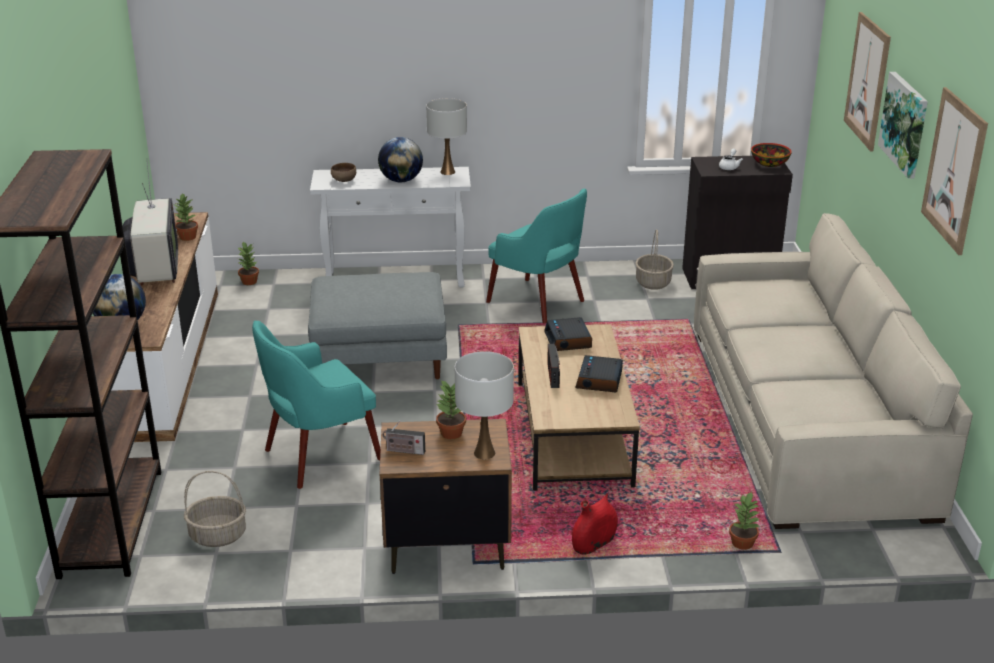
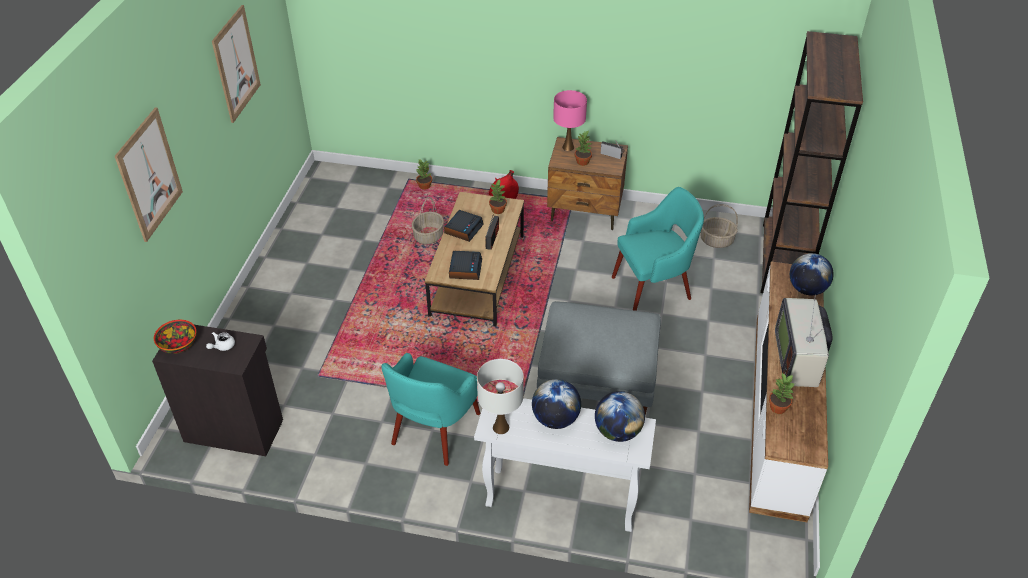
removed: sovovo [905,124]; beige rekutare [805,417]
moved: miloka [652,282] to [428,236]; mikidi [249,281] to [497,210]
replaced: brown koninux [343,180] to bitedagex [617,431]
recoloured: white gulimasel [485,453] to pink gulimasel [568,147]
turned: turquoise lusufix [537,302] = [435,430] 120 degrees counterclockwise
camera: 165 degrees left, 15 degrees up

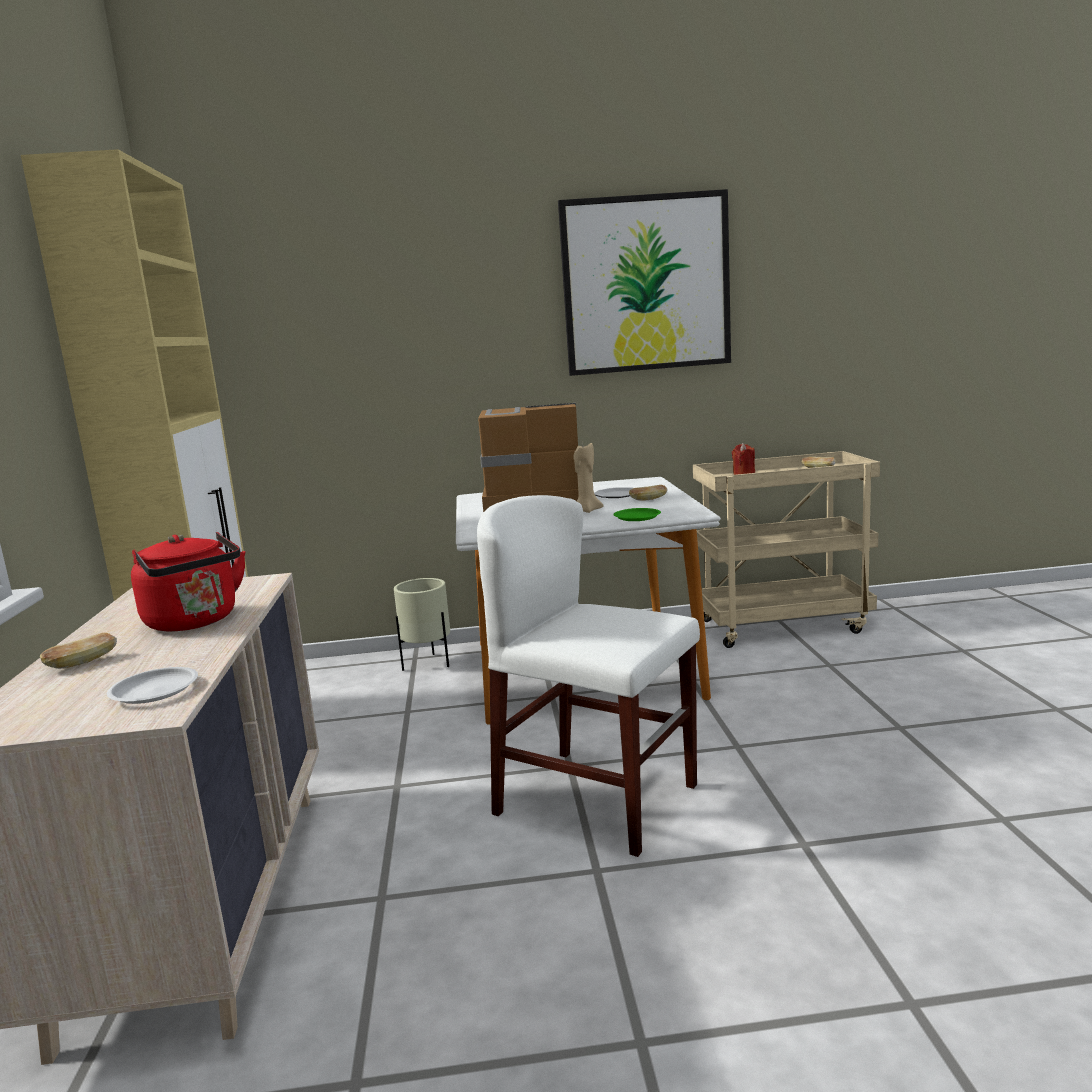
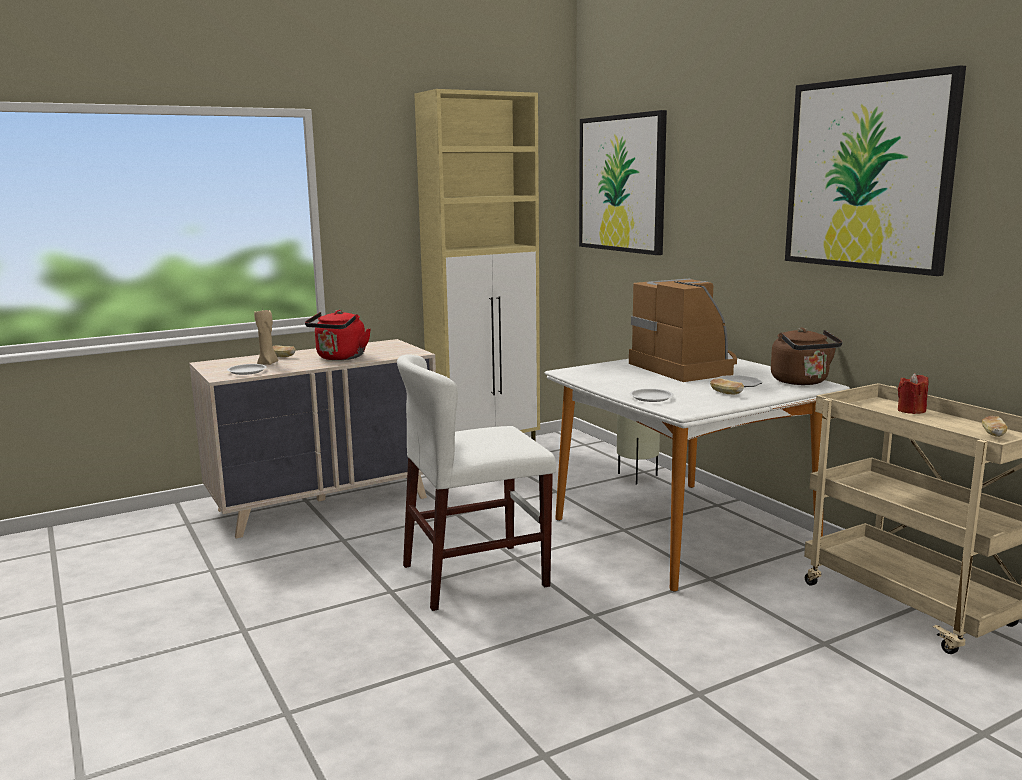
added: sovovo [621,183]; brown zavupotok [802,382]
moved: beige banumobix [586,510] to [268,364]
recoloured: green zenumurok [637,517] to white zenumurok [651,398]
turned: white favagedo [596,799] = [475,575] 120 degrees counterclockwise
camera: 65 degrees right, 0 degrees up

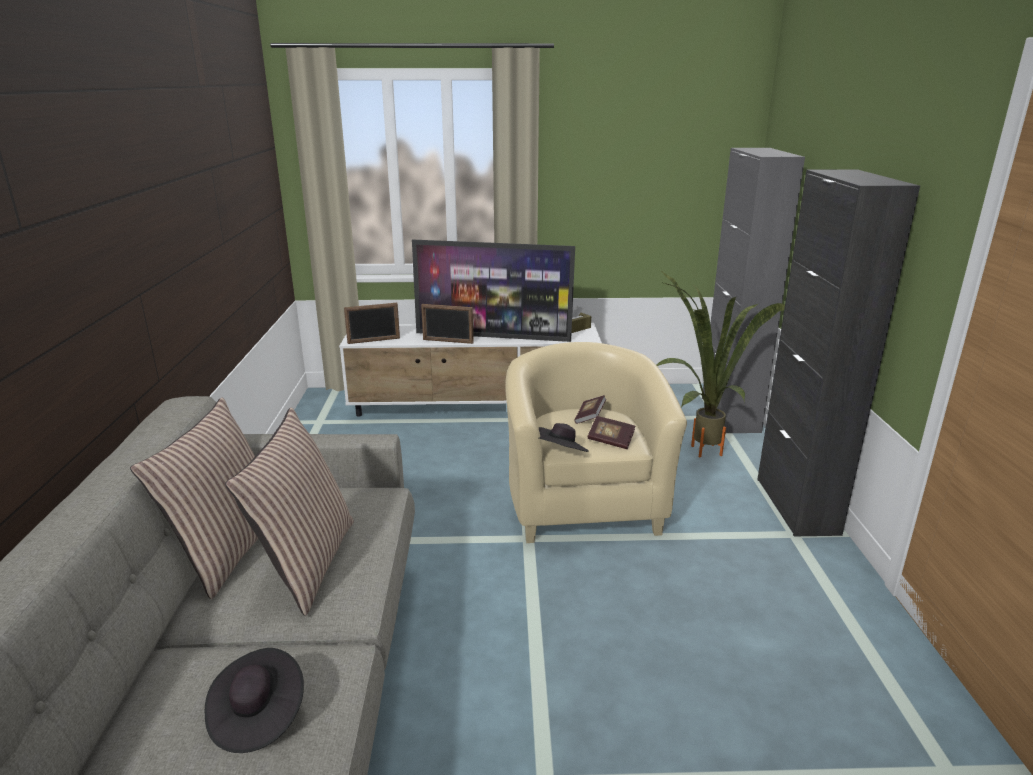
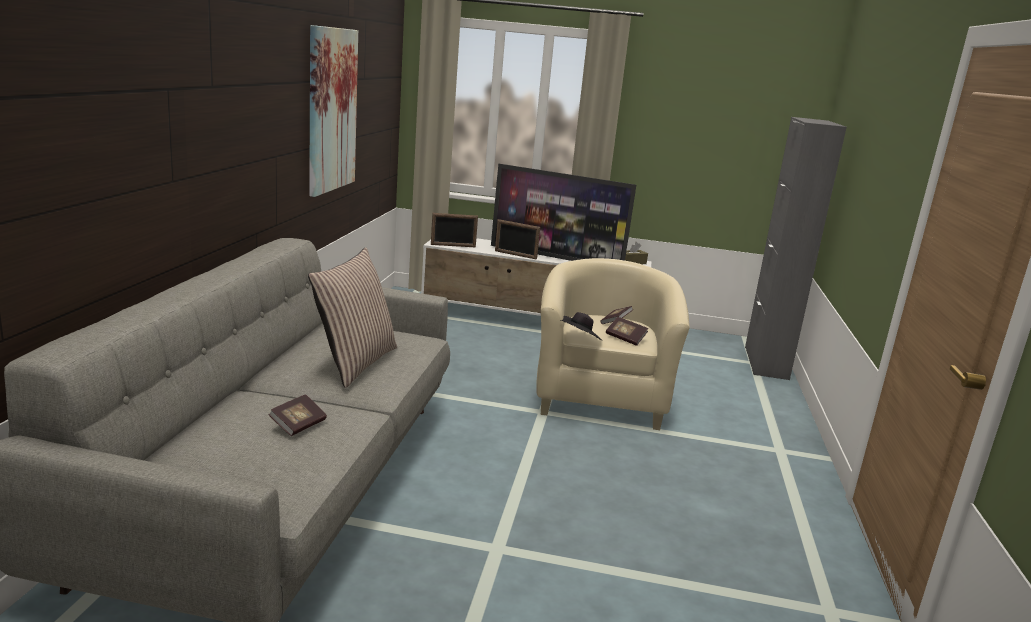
removed: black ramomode [797,506]; mikidi [696,450]; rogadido [228,548]
added: sovovo [331,110]
replaced: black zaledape [257,716] to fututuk [298,425]
camera: 10 degrees right, 5 degrees down

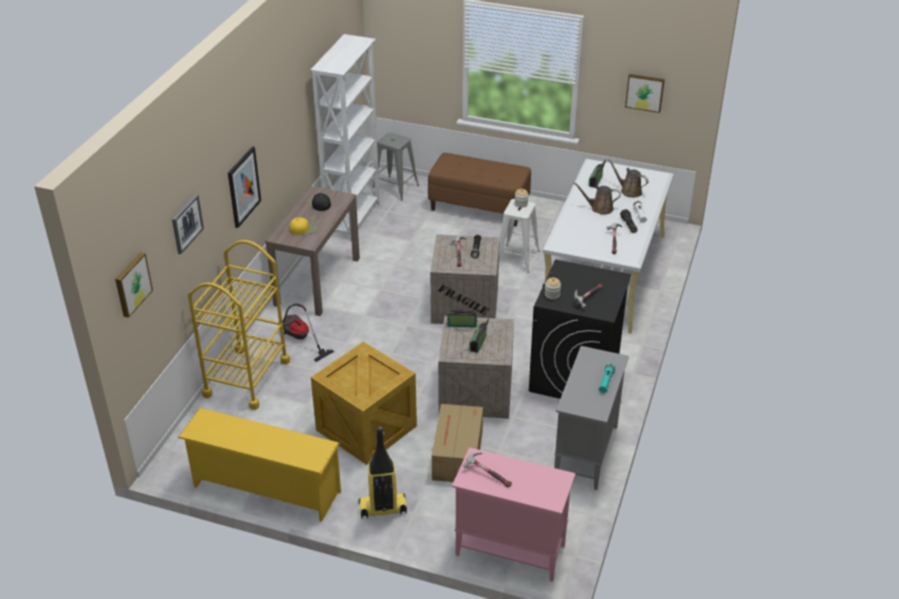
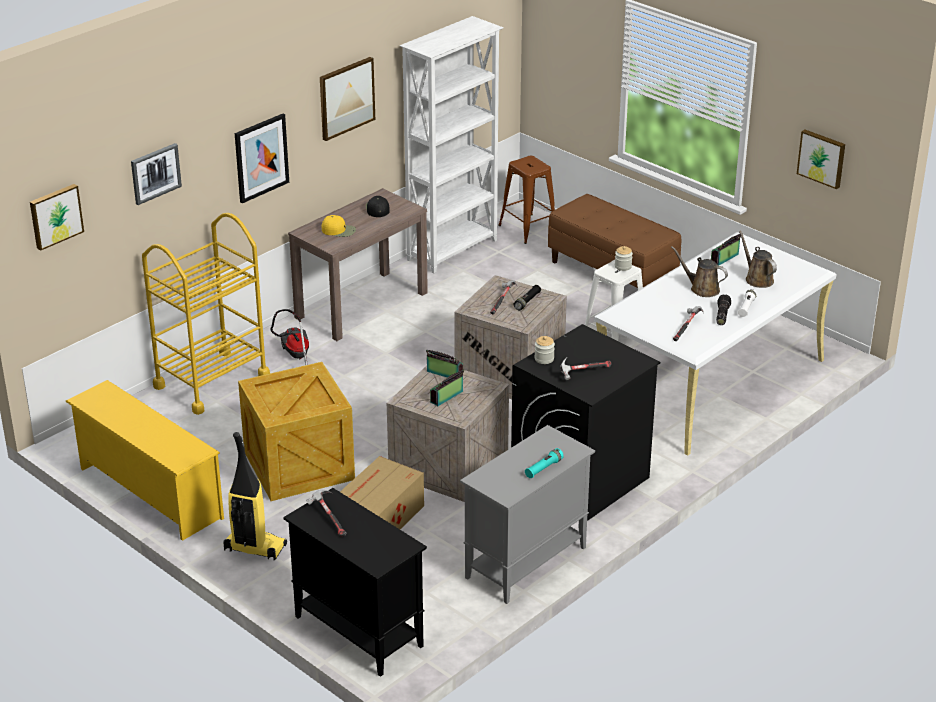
added: sovovo [346,98]
recoloured: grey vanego [395,188] to brown vanego [528,228]; pink ramomode [509,550] to black ramomode [357,631]
camera: 25 degrees right, 5 degrees down

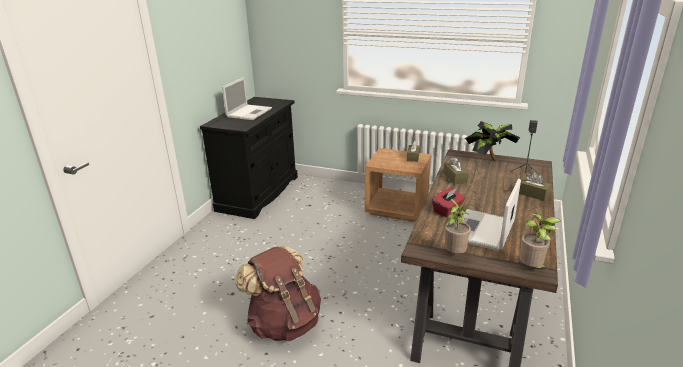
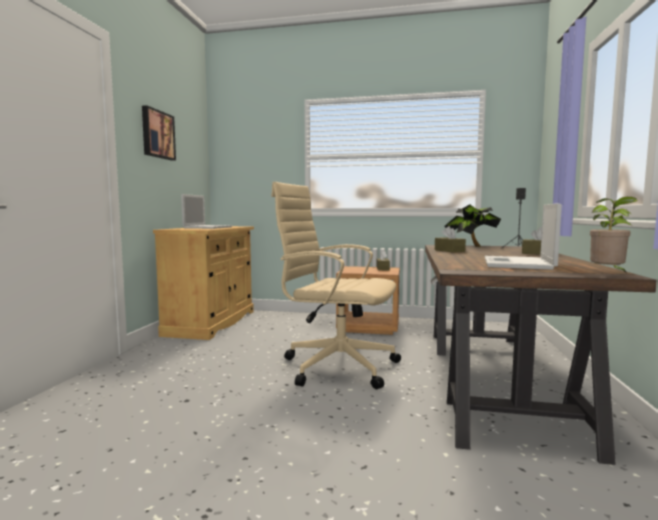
removed: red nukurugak [447,210]; mikidi [454,254]; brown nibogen [284,323]
added: sovovo [157,134]; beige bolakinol [336,366]
recoloured: black ramomode [258,193] to beige ramomode [211,323]
camera: 10 degrees left, 20 degrees down

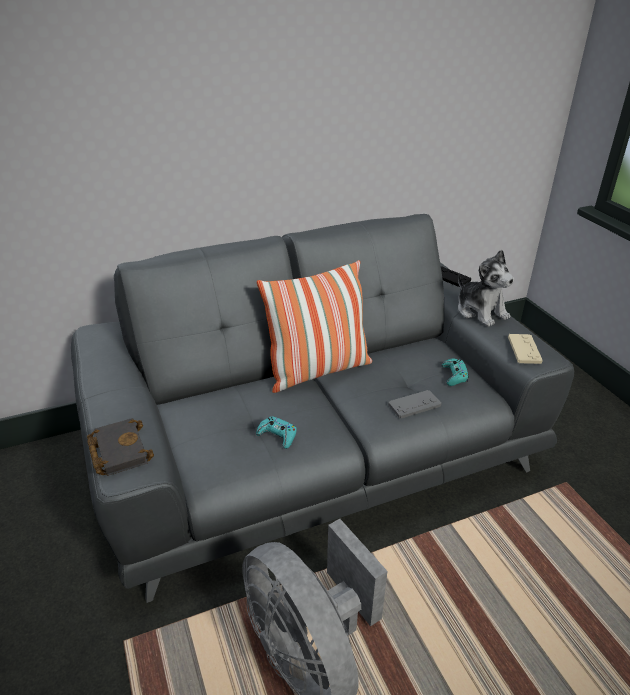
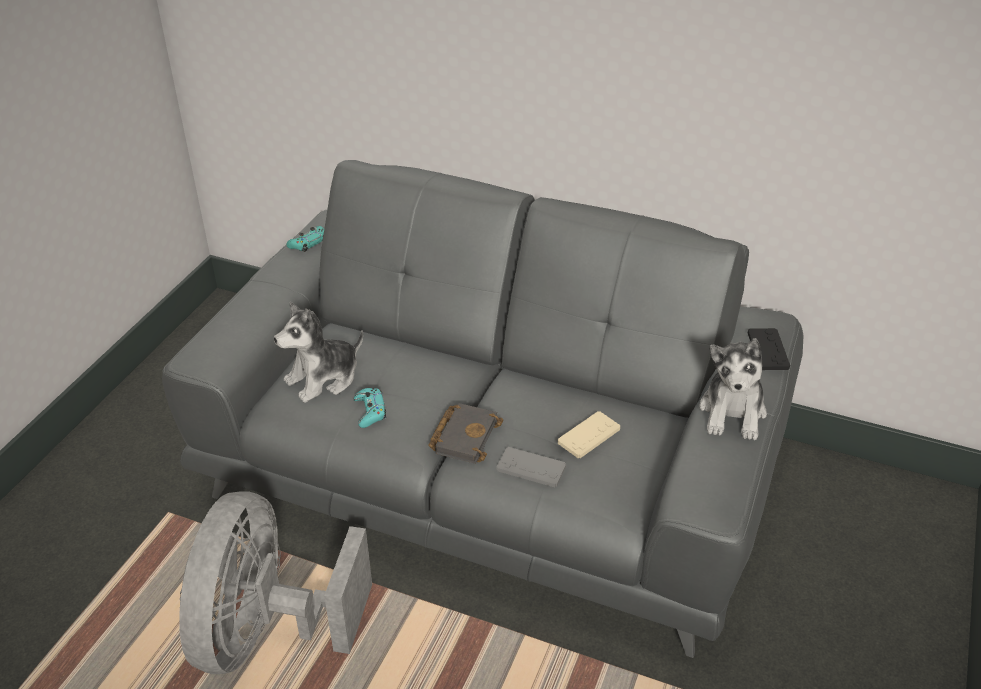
removed: rogadido [317,371]
added: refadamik [323,378]
moved: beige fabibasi [524,349] to [589,436]; turquoise fabibasi [454,375] to [308,243]; black fututuk [118,450] to [464,435]
camera: 45 degrees right, 5 degrees up

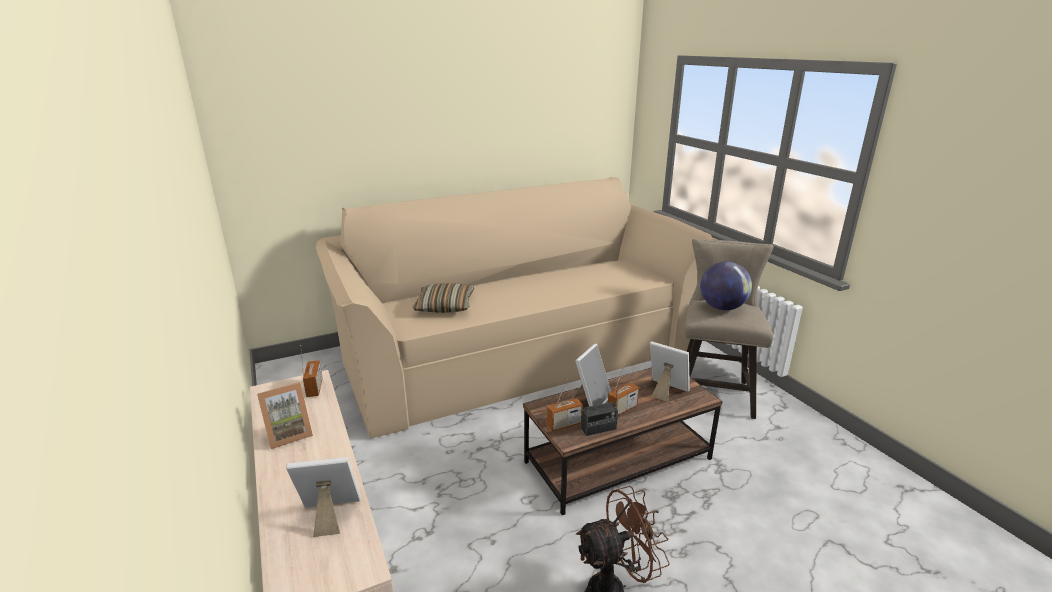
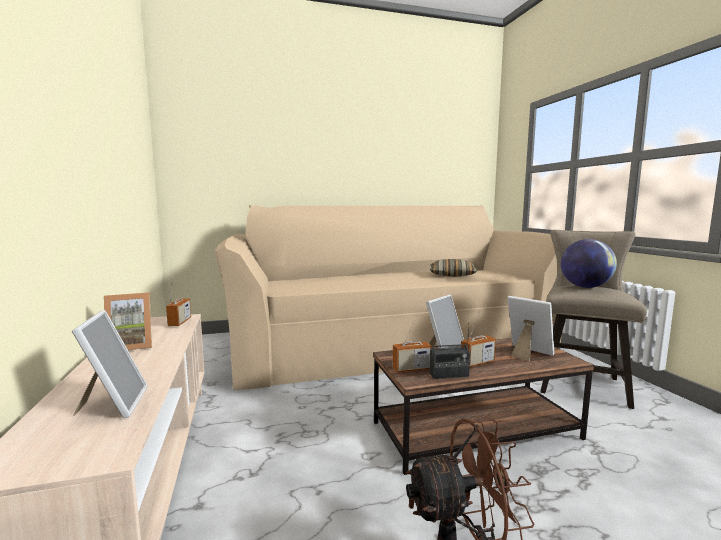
moved: rogadido [445,306] to [452,275]
turned: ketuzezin [329,516] = [113,404] 75 degrees clockwise
camera: 10 degrees right, 15 degrees down

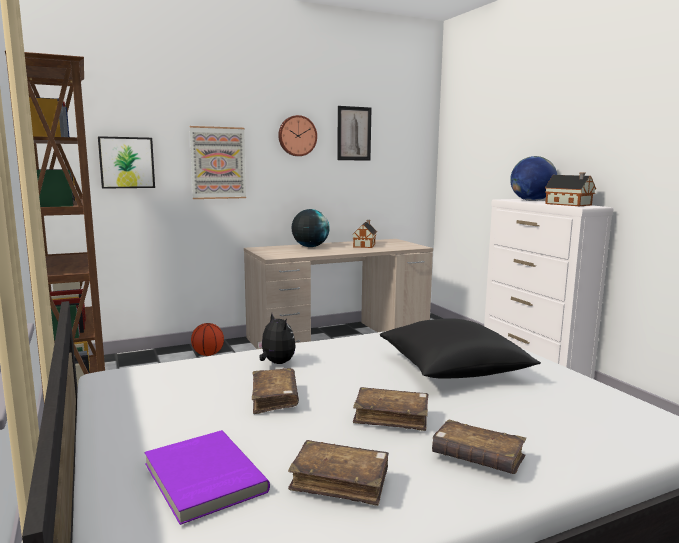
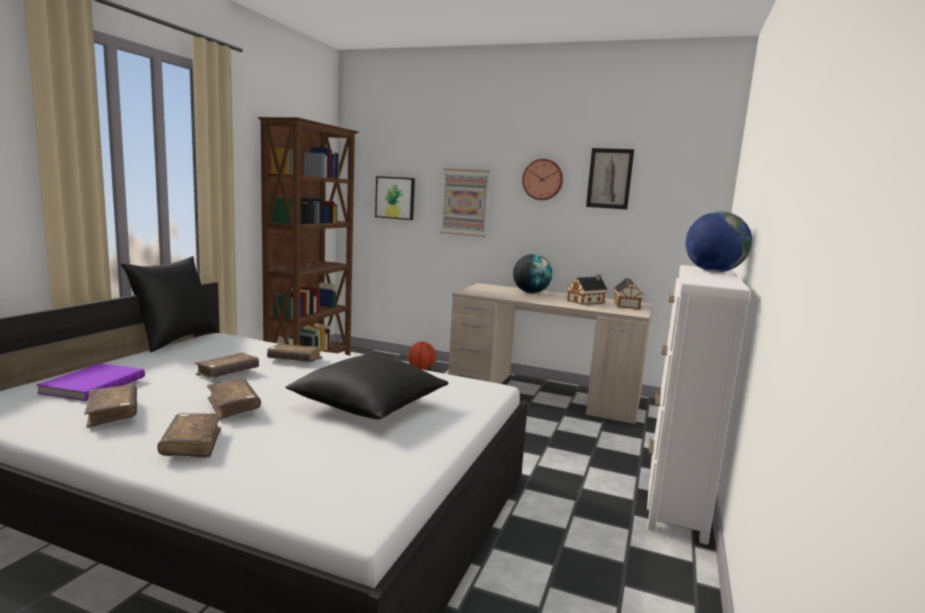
added: black rogadido [175,340]
moved: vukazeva [569,204] to [626,305]
replaced: refadamik [276,363] to brown fututuk [295,360]
camera: 45 degrees right, 0 degrees up

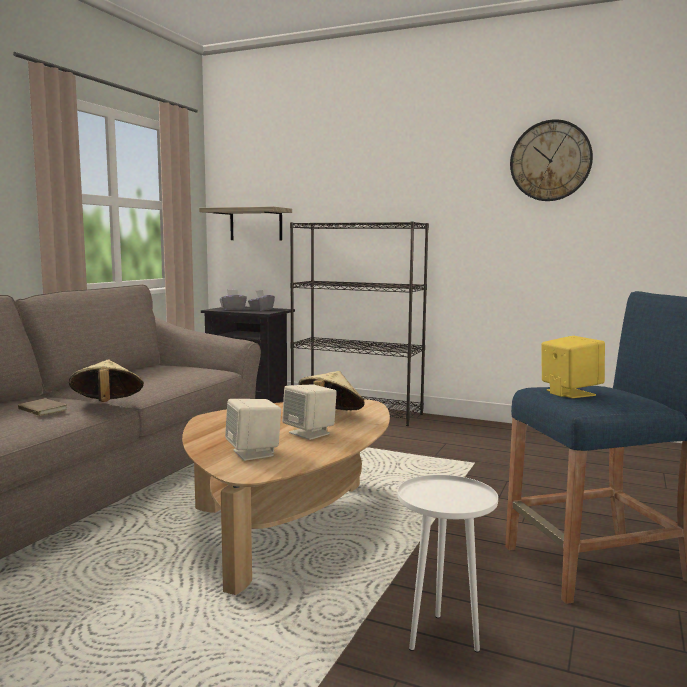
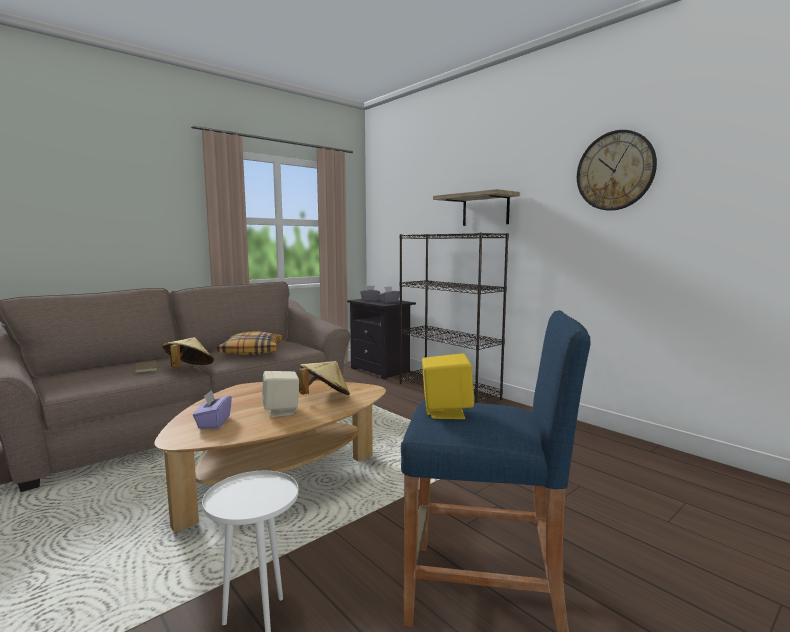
added: rogadido [252,351]
moved: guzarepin [256,224] to [485,210]
replaced: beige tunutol [253,453] to purple nukurugak [213,422]
camera: 25 degrees right, 0 degrees up

